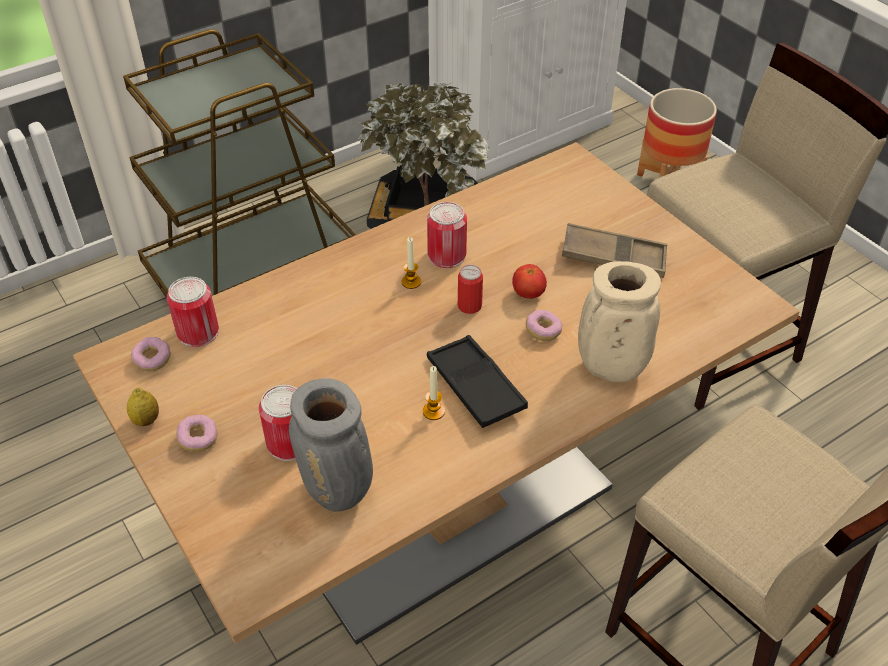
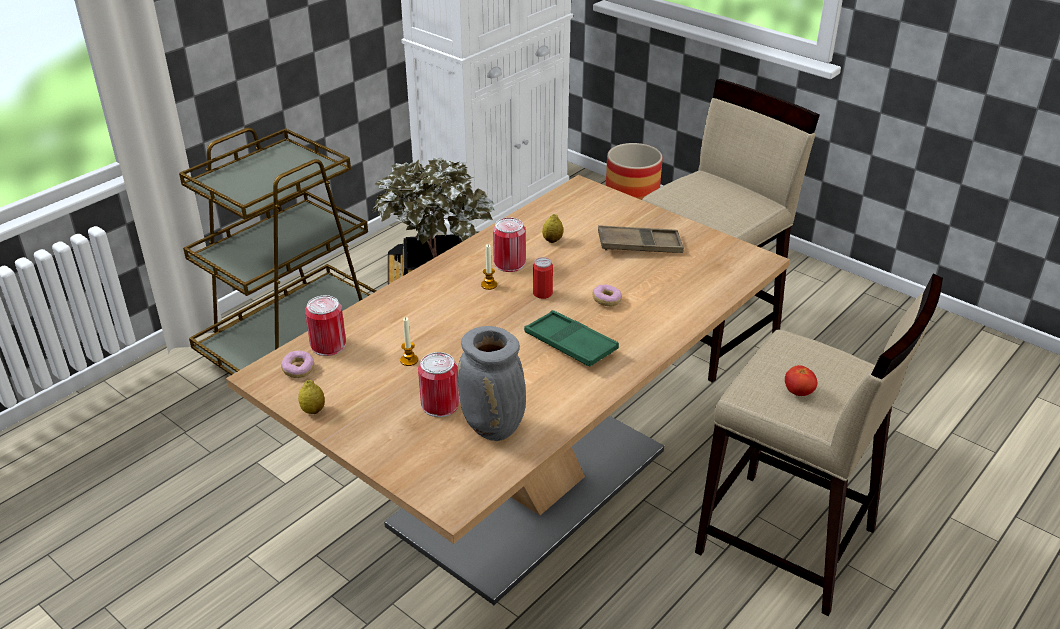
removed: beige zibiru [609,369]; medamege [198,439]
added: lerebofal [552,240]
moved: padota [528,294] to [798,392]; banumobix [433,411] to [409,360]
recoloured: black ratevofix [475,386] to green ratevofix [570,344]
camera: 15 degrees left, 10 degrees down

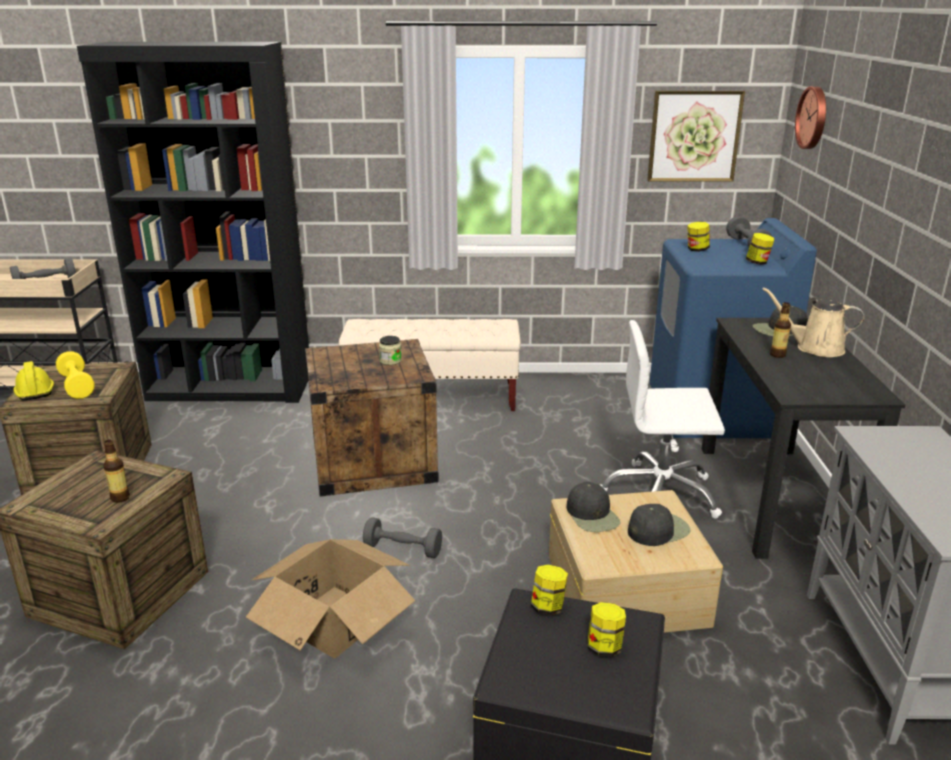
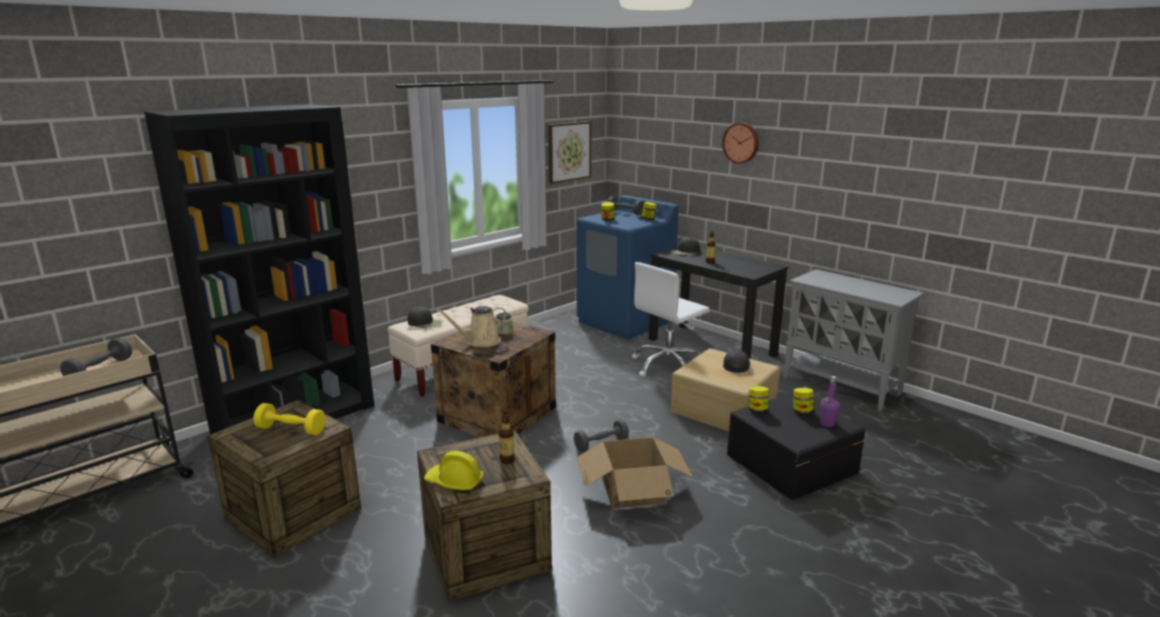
added: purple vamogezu [827,423]
moved: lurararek [813,118] to [741,143]; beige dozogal [815,348] to [480,342]; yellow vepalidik [35,390] to [454,482]; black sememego [592,515] to [425,323]
camera: 45 degrees left, 5 degrees down

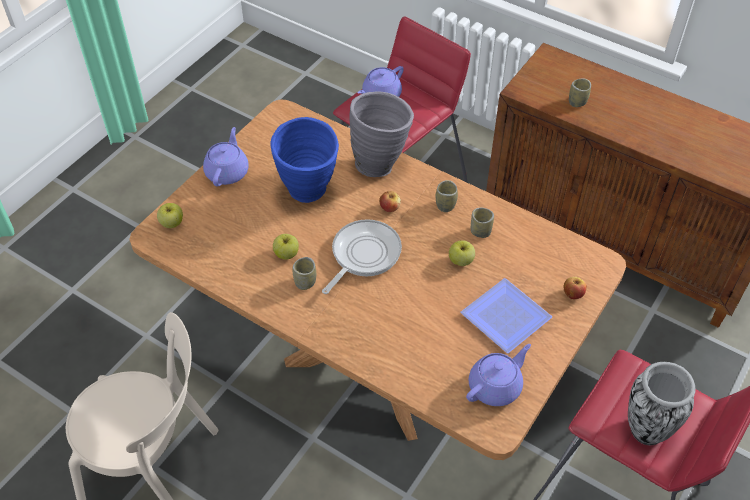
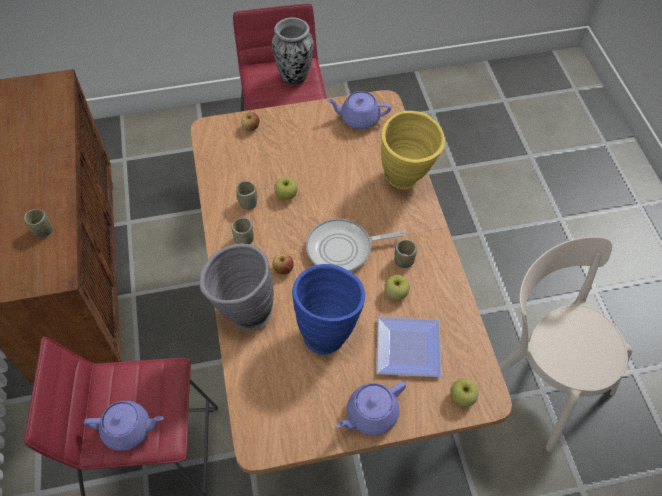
added: yellow zibiru [407,181]
moved: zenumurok [505,314] to [406,350]
camera: 135 degrees left, 5 degrees up

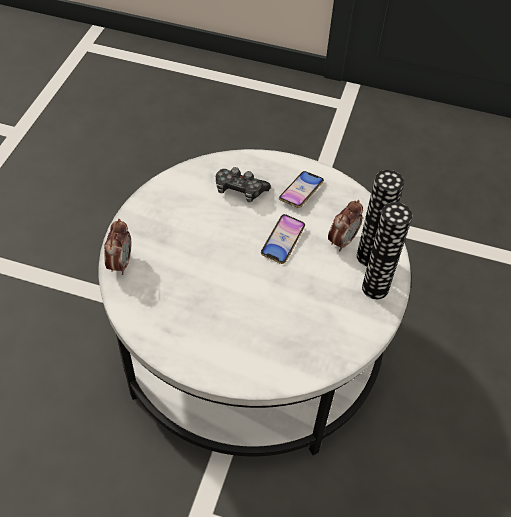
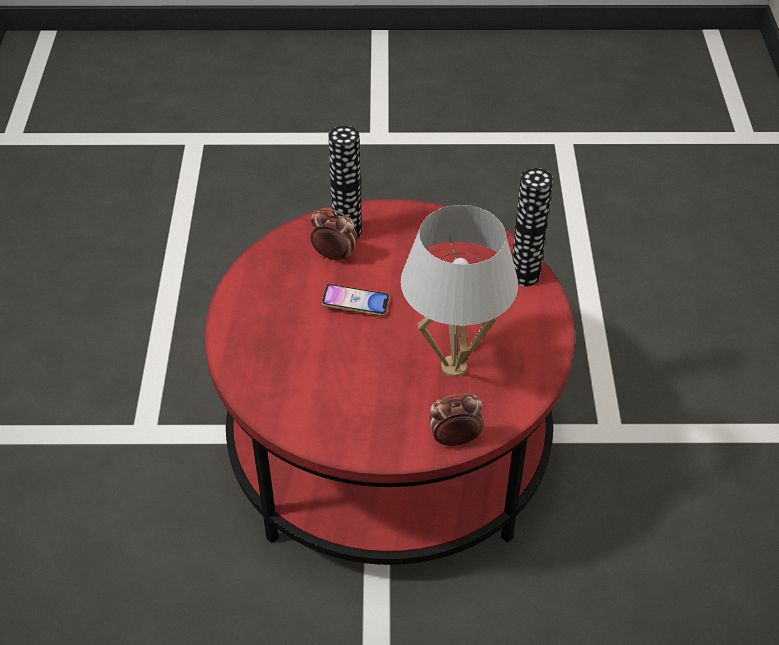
removed: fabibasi [240,190]; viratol [301,191]
added: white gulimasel [453,367]
moved: zibiru [375,288] to [524,275]
recoloured: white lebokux [250,344] to red lebokux [389,443]
camera: 105 degrees left, 5 degrees down

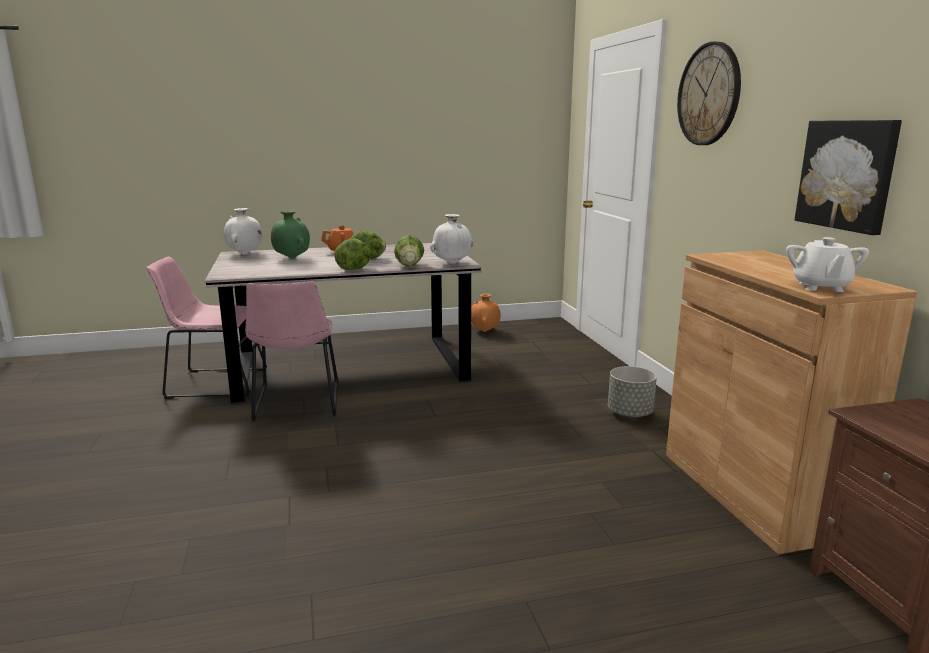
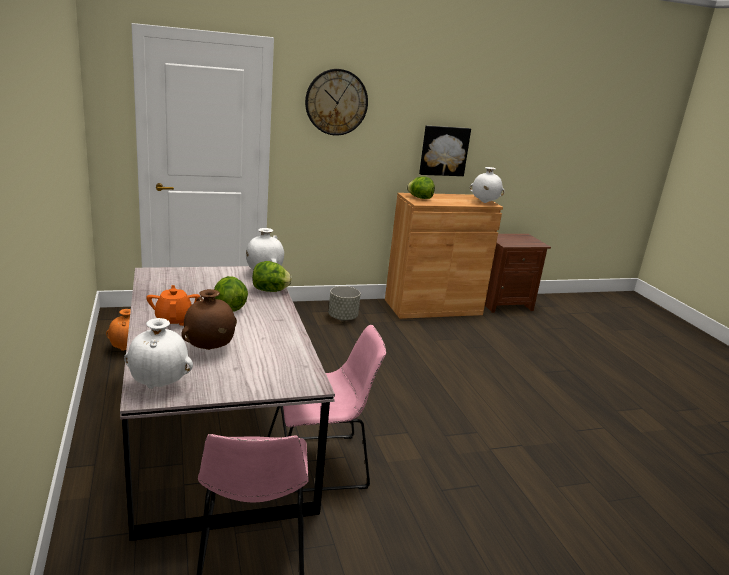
moved: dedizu [354,269] to [420,198]
replaced: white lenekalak [820,287] to white zibiru [484,202]
recoloured: green zibiru [291,258] to brown zibiru [209,349]
camera: 95 degrees left, 5 degrees up

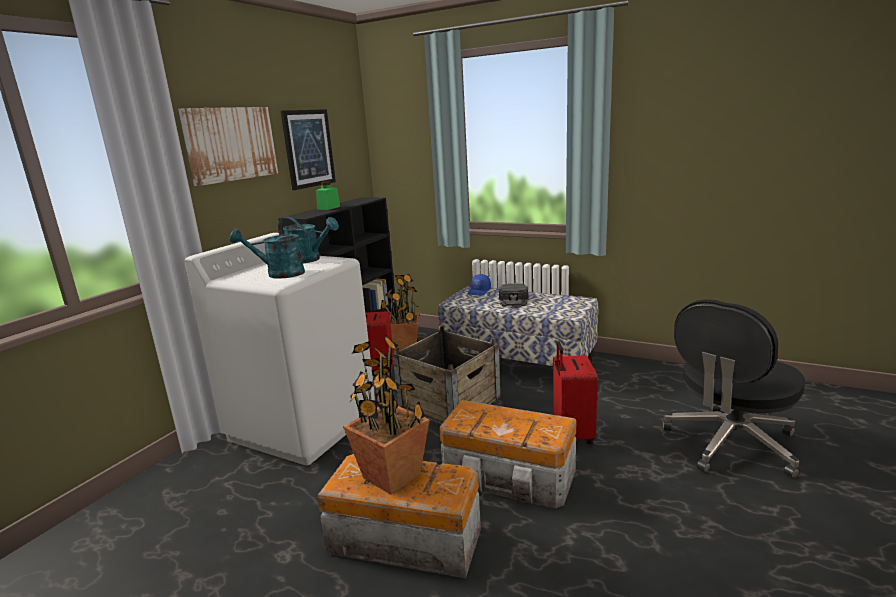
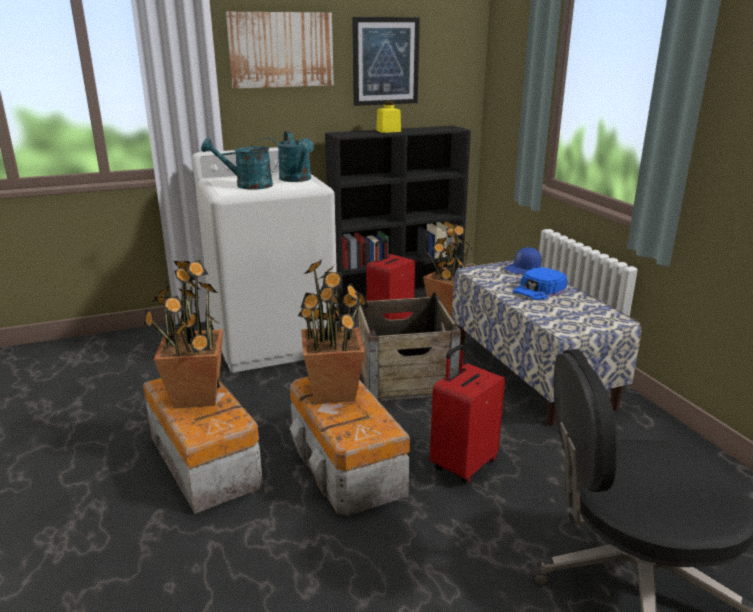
added: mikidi [334,392]
recoloured: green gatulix [328,208] to yellow gatulix [388,131]; black sememego [513,299] to blue sememego [539,289]
turned: turquoise dozogal [279,274] = [247,185] 45 degrees counterclockwise
camera: 40 degrees right, 5 degrees up

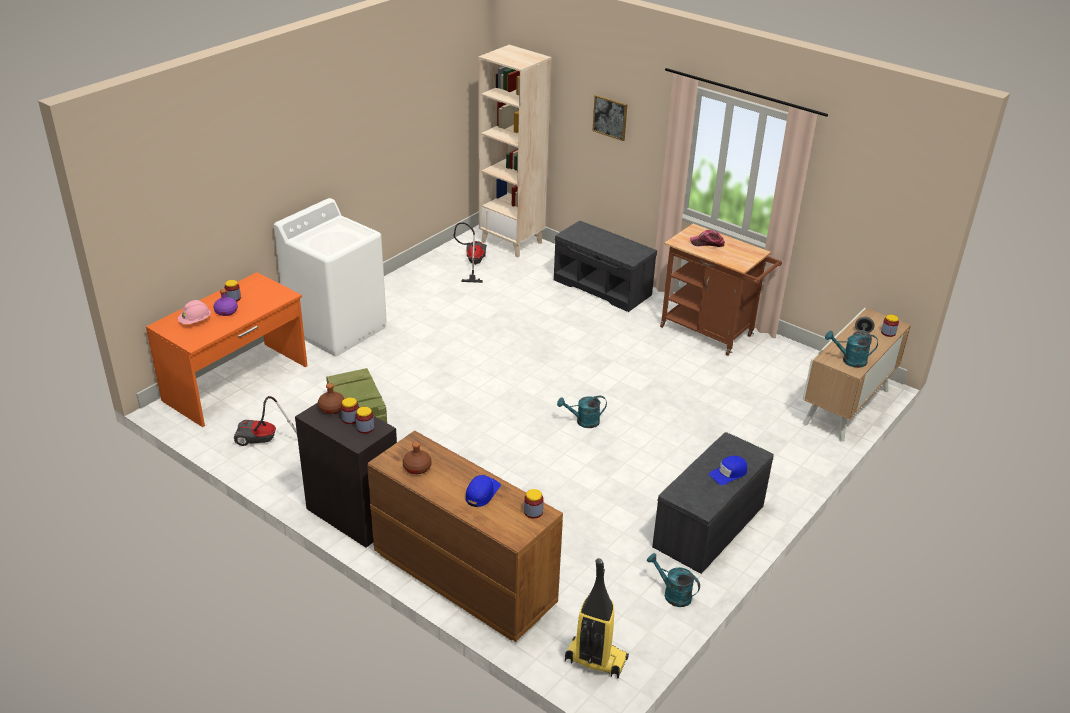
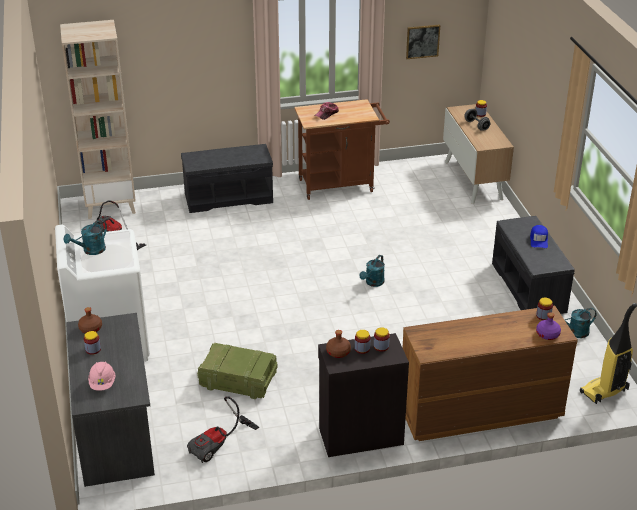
removed: blue sememego [482,492]
moved: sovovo [610,117] to [422,41]; purple vamogezu [226,311] to [548,334]; turquoise dozogal [849,360] to [90,251]; brown vamogezu [417,467] to [90,328]
recoloured: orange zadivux [237,383] to grey zadivux [116,430]
camera: 50 degrees left, 0 degrees up

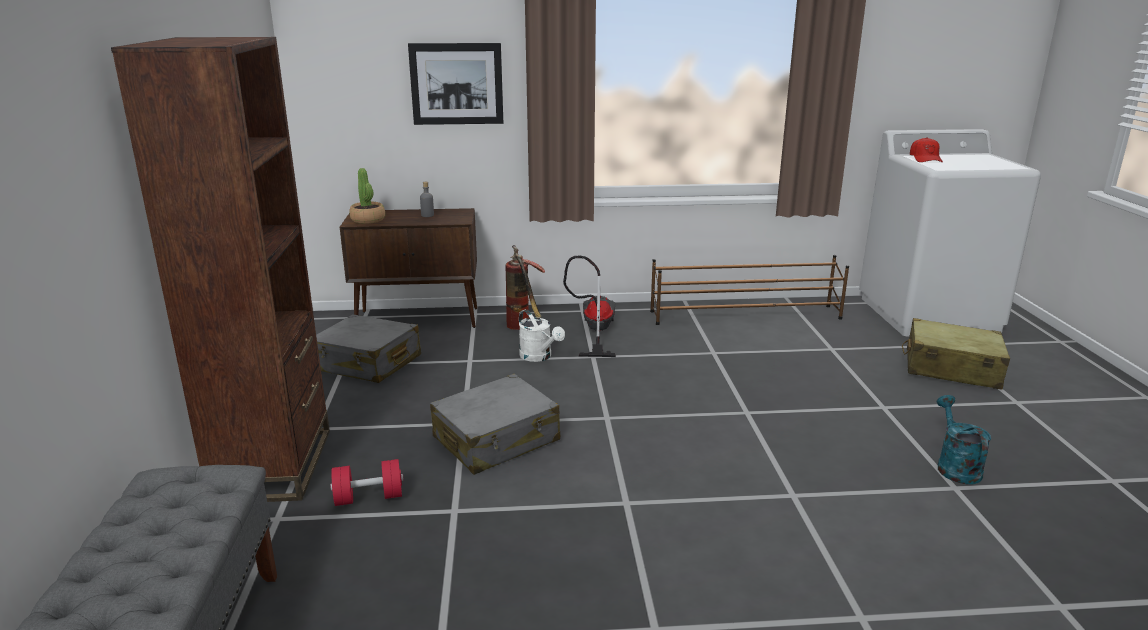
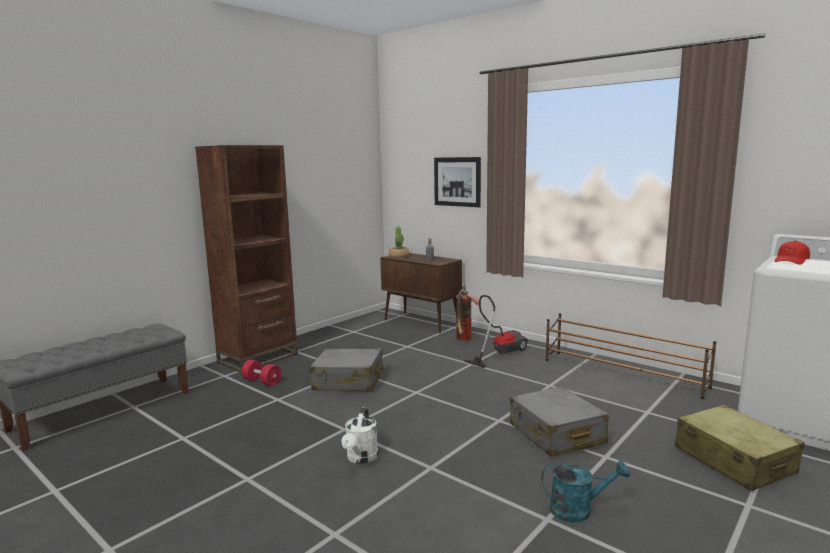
moved: white dozogal [539,357] to [361,458]; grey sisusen [367,363] to [556,434]
turned: turquoise dozogal [955,466] = [578,510] 45 degrees clockwise
camera: 45 degrees right, 10 degrees down

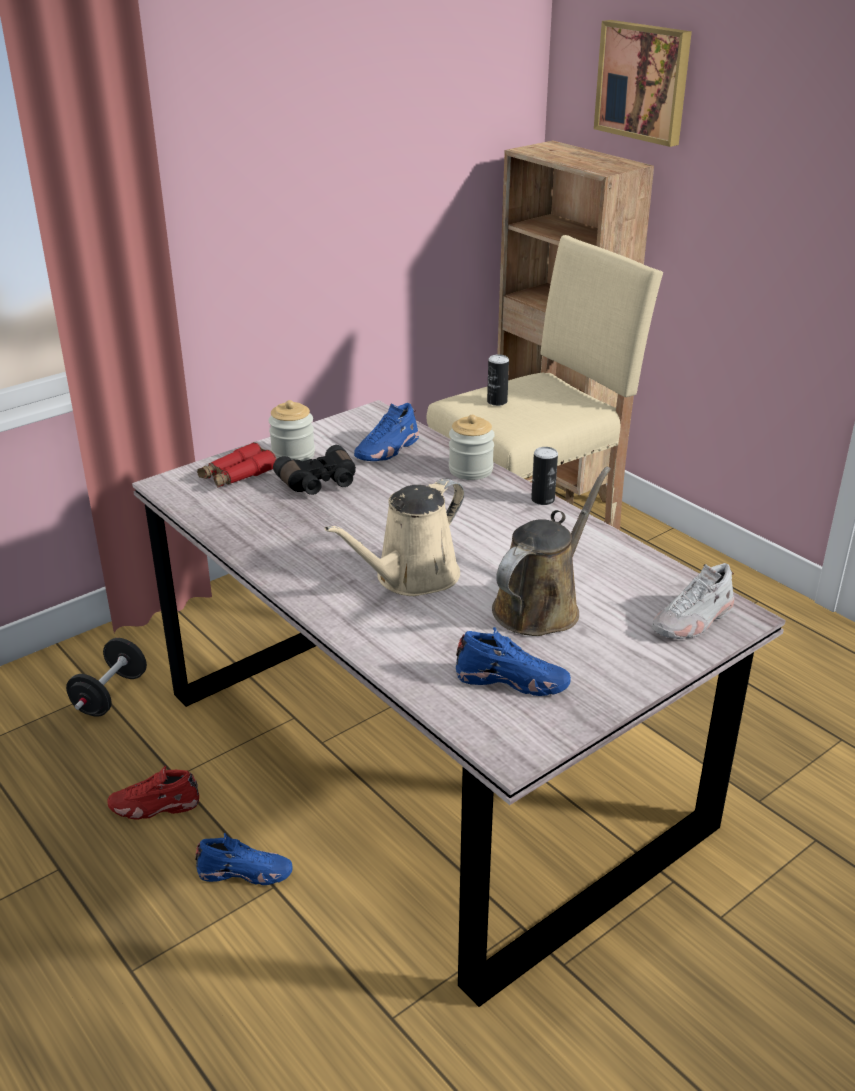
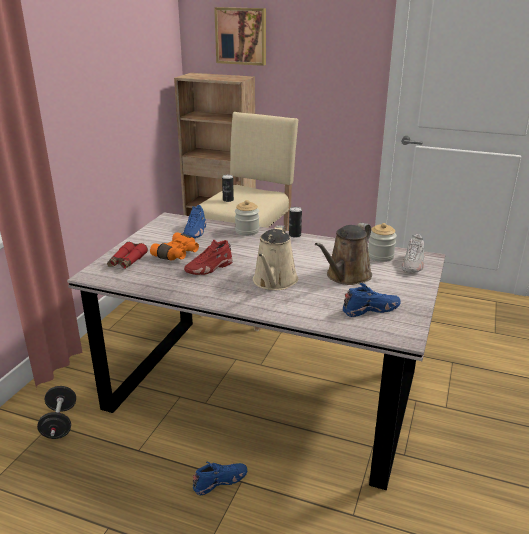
moved: gatulix [293,455] to [380,256]; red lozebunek [154,806] to [209,268]
recoloured: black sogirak [319,483] to orange sogirak [178,254]
turned: brown dozogal [541,606] = [346,276] 150 degrees counterclockwise
camera: 30 degrees left, 5 degrees down

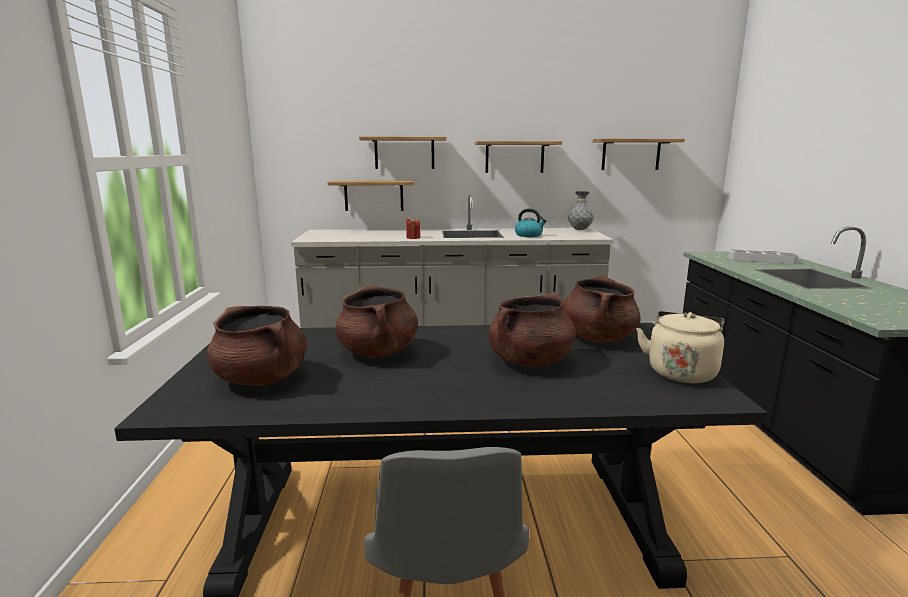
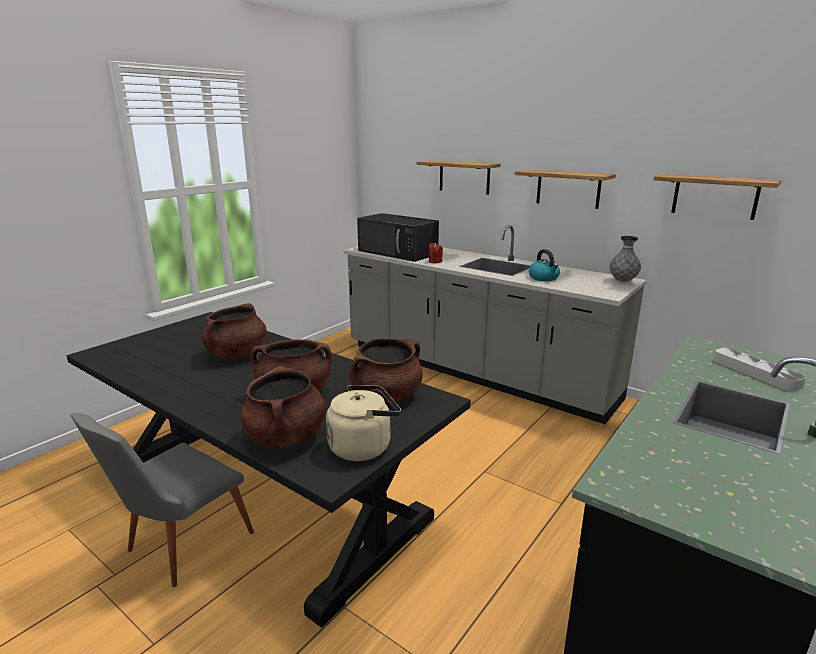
removed: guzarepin [374,195]
added: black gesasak [398,252]
moved: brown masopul [262,379] to [286,437]
camera: 40 degrees right, 5 degrees up

